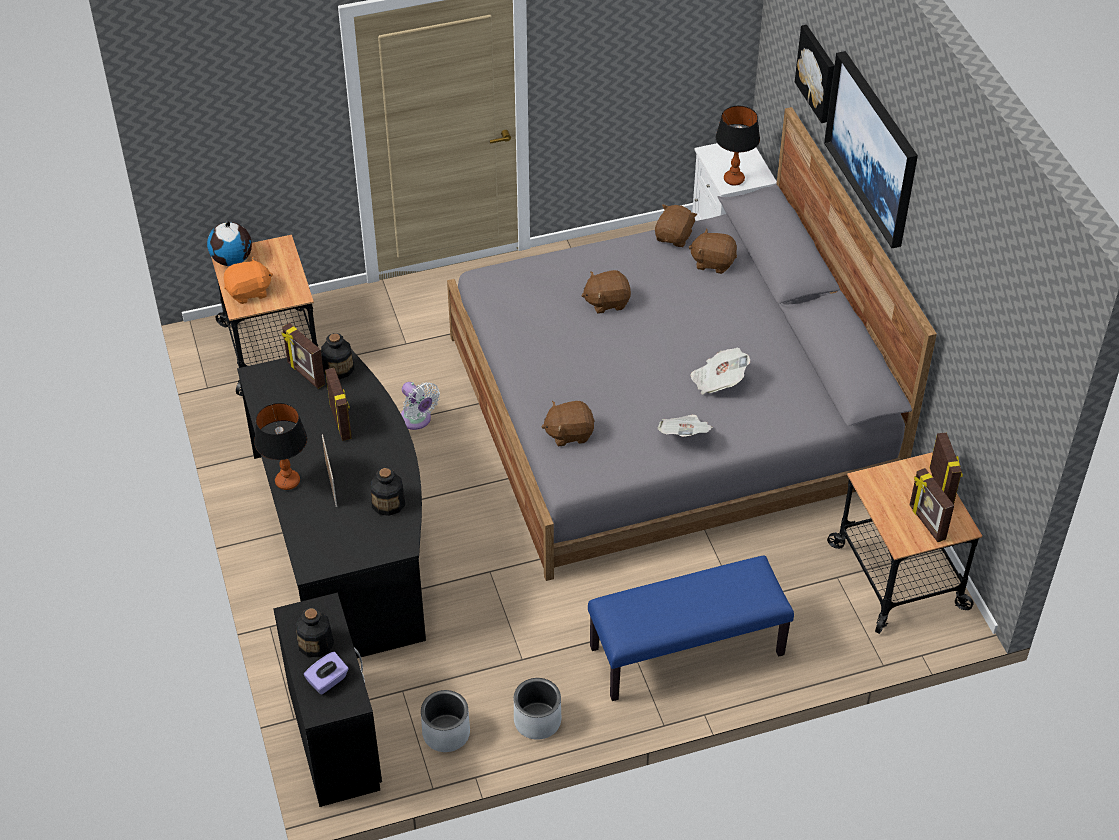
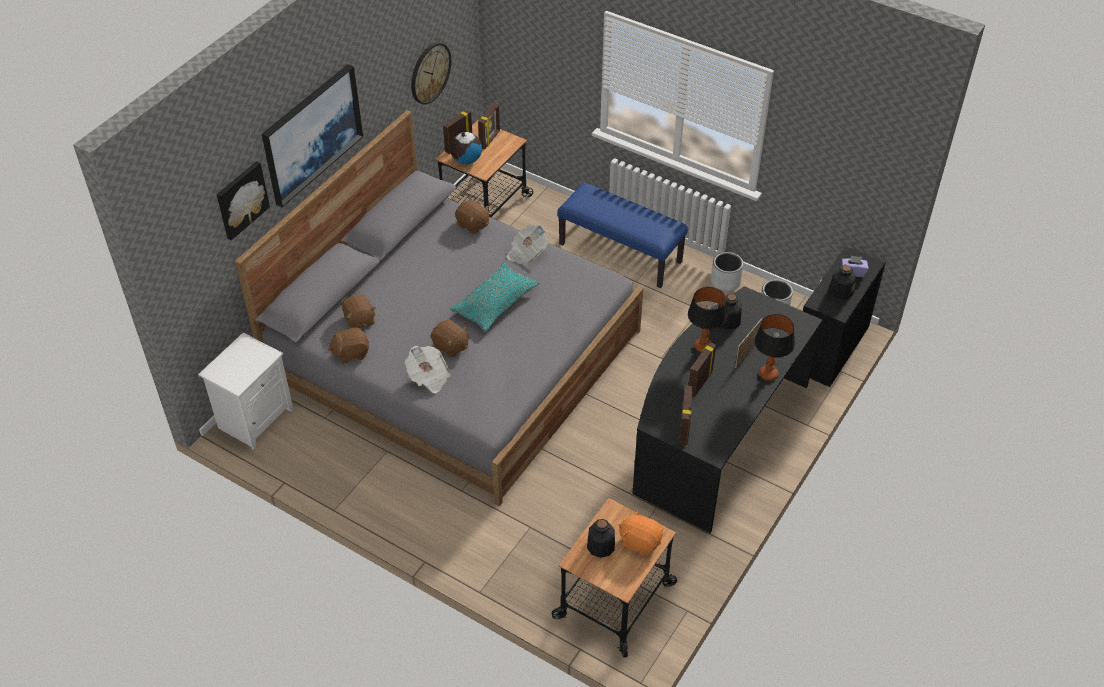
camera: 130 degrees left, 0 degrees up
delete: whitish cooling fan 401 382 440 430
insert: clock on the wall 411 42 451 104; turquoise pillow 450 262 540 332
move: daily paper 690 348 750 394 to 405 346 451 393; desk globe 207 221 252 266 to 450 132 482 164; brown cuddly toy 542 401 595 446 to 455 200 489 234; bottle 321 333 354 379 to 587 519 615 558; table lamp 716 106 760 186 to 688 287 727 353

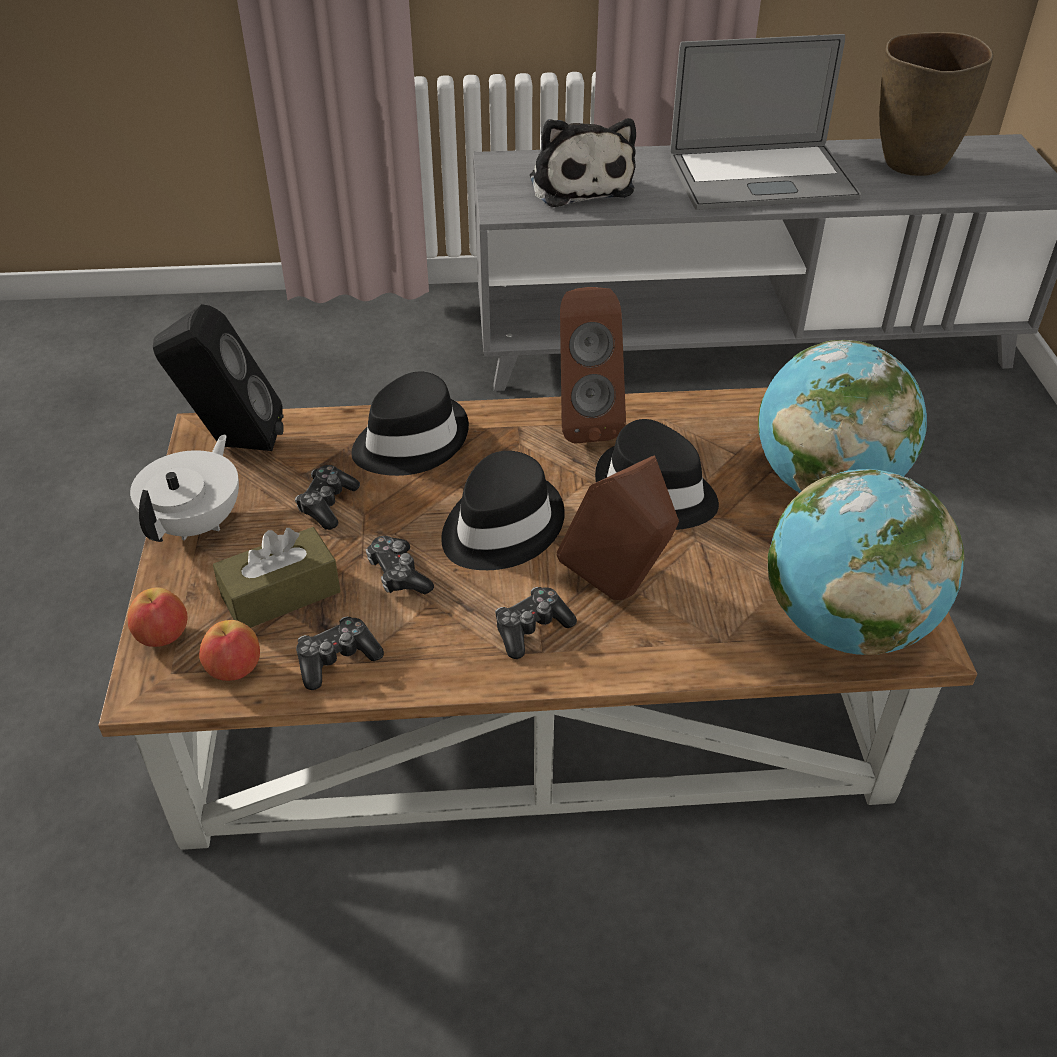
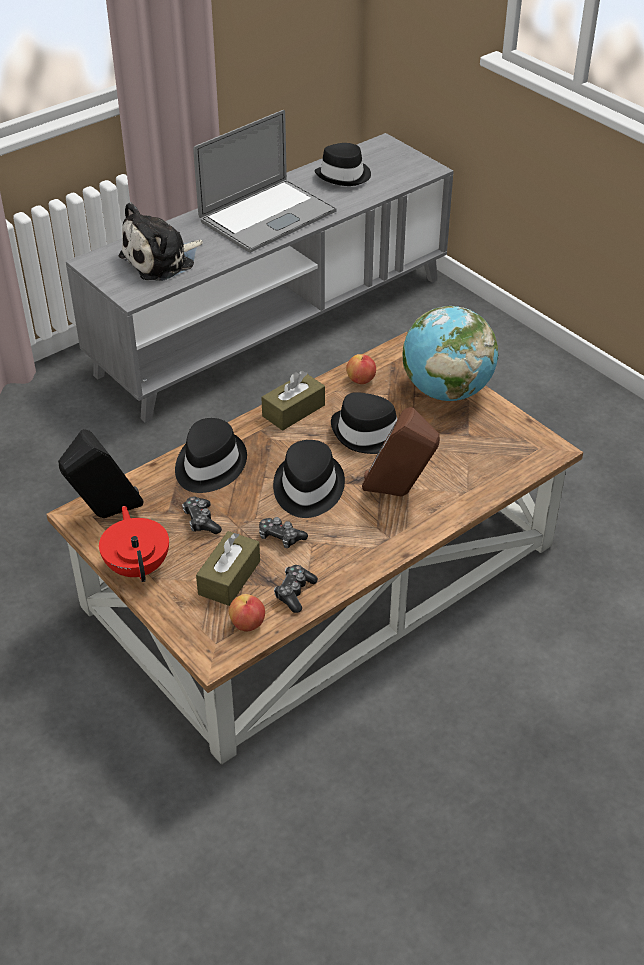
camera: 35 degrees left, 0 degrees up
delete: joypad 495 587 577 659; desk globe 768 469 965 655
move: apple 128 587 187 647 to 346 354 376 384
replace: brown audio speaker 560 287 626 444 to brown tissue box 261 370 325 431; brown decorative vase 879 32 993 176 to black-coloured wearable hat 314 143 371 186
recolor: whitish pot for tea 130 435 239 542 to reddish pot for tea 99 506 169 582
rotate: cuddly toy 530 118 636 207 = 119 202 203 281 105 degrees clockwise

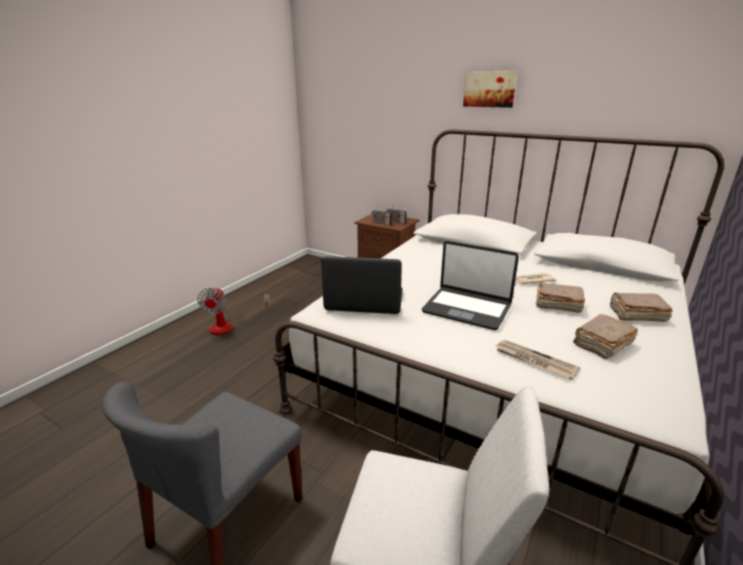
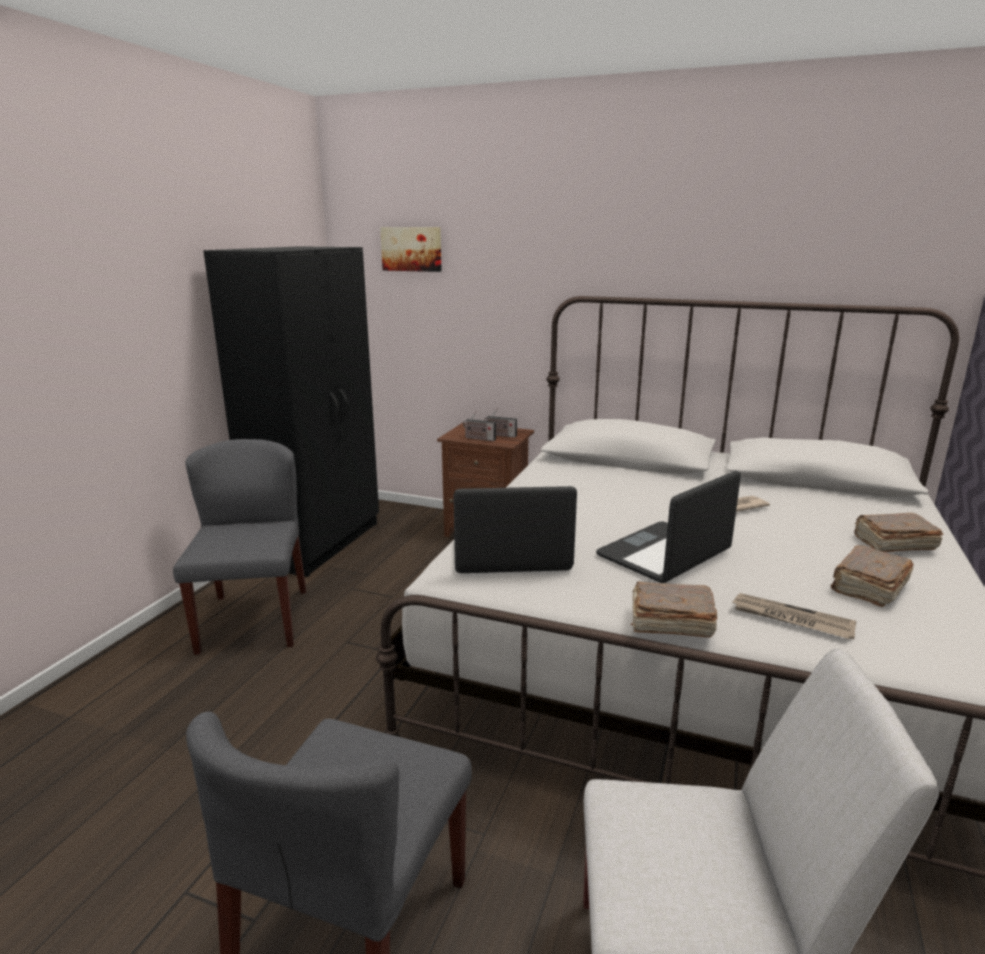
camera: 10 degrees left, 5 degrees down
insert: black-coloured armoire 203 246 379 577
move: wall picture 463 71 517 108 to 380 227 442 272; brown book 535 282 585 313 to 631 581 717 637
replace: cooling fan 197 287 270 335 to gray chair 173 439 306 655
rotate: notebook computer 422 241 519 330 = 596 470 741 583 120 degrees clockwise

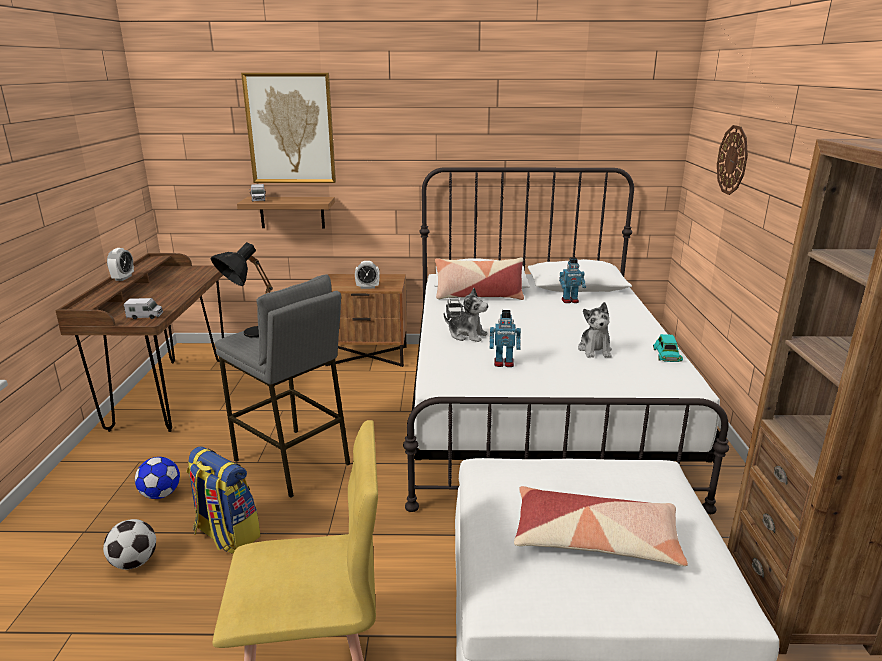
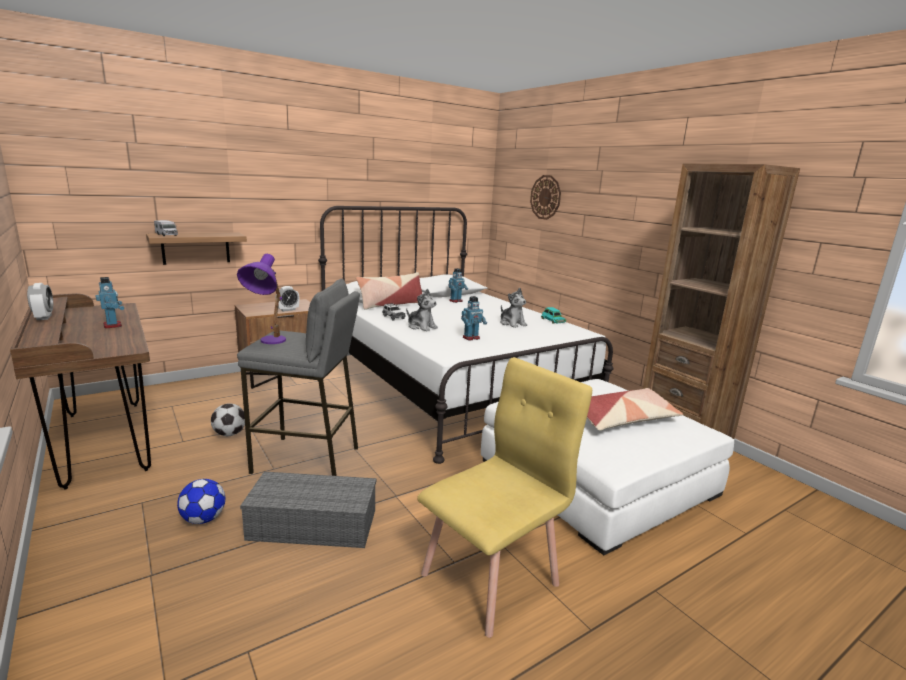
camera: 35 degrees left, 5 degrees down
delete: model truck 124 298 163 319; wall picture 241 73 336 183
insert: robot figure 96 277 124 328
move: football ball 103 519 156 570 to 211 403 245 436
replace: rucksack 186 447 261 554 to gray storage bin 240 472 376 548
recolor: black-coloured table lamp 210 242 273 338 to purplish table lamp 237 254 286 344
rotate: cuddly toy 444 288 488 342 = 406 289 438 331 45 degrees clockwise

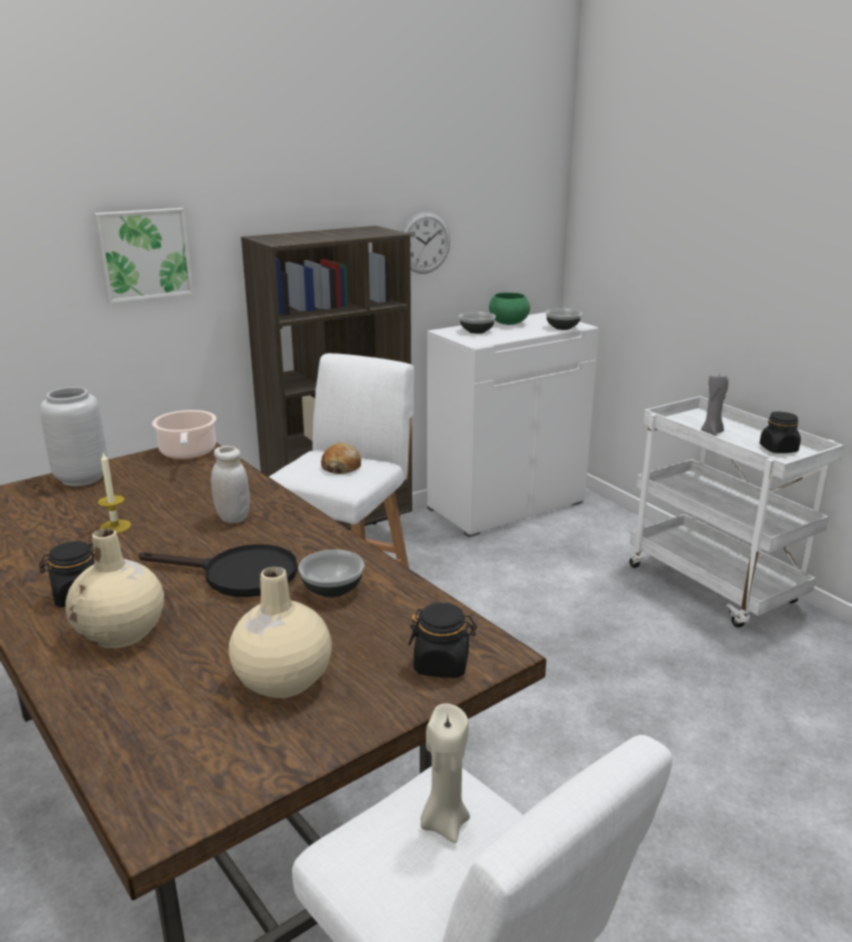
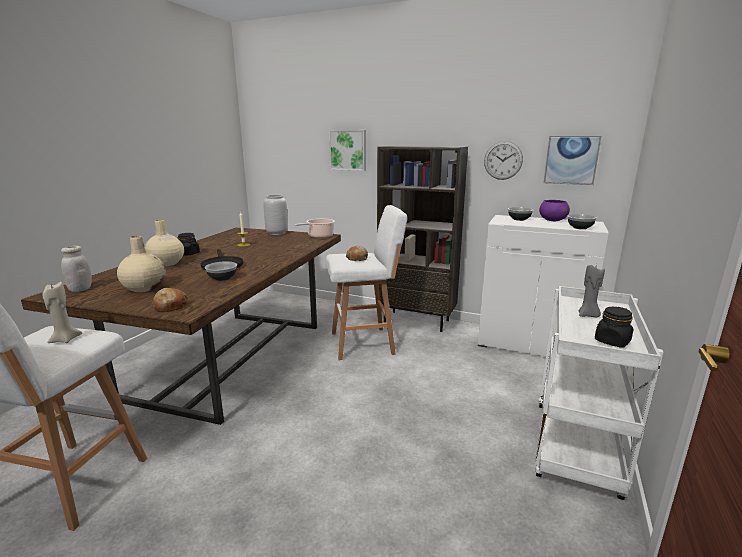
camera: 55 degrees right, 5 degrees down
insert: wall picture 544 136 601 185
move: whitish preserve jar 211 446 250 523 to 61 246 92 292
replace: black-coloured preserve jar 408 603 477 678 to bakery bread 153 288 188 312
recolor: green-coloured deep dish 489 292 530 325 to purplish deep dish 539 200 570 221

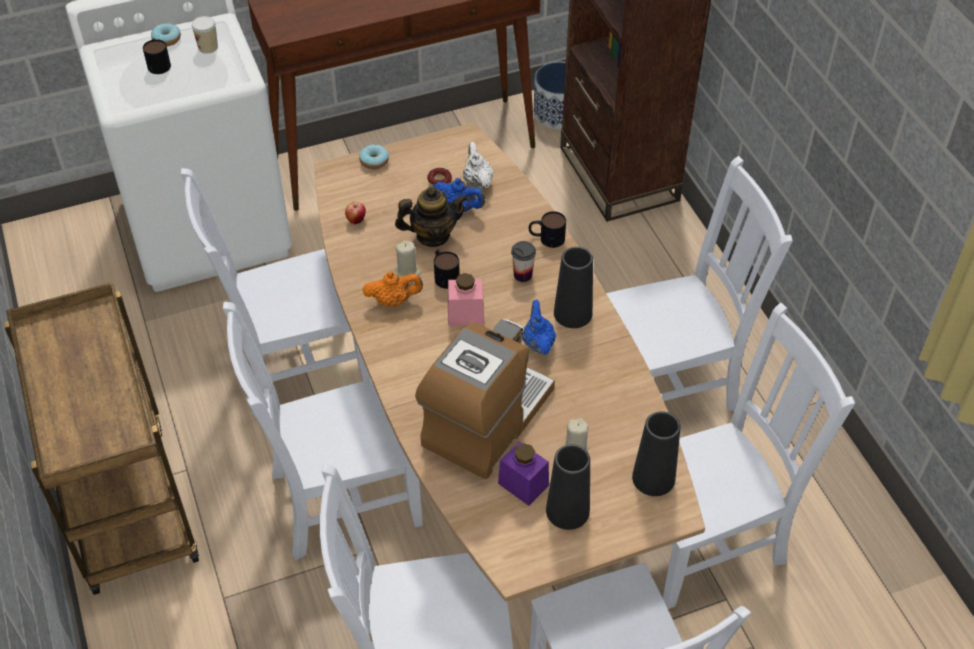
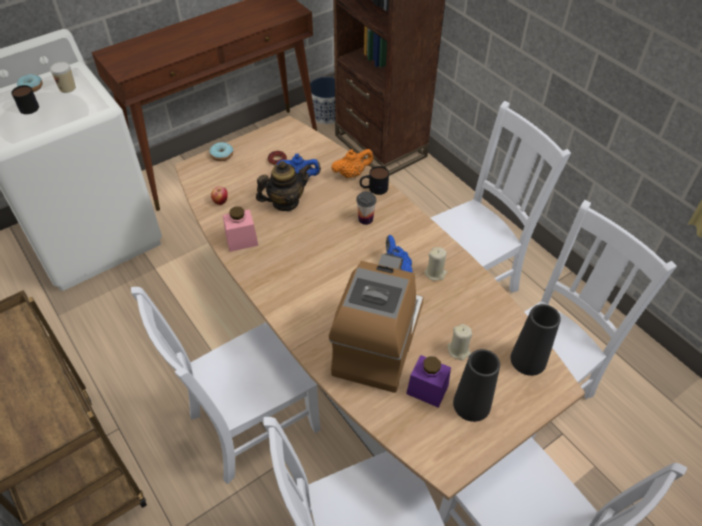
camera: 15 degrees left, 0 degrees up
delete: whitish chair 181 168 371 418; mug 434 250 460 289; whitish pot for tea 463 142 493 189; black-coloured decorative vase 554 247 593 328
move: pink preserve jar 448 273 485 326 to 223 206 258 252; orange-coloured pot for tea 362 271 423 307 to 331 149 374 178; sand-coloured wax light 395 240 421 277 to 424 247 447 281

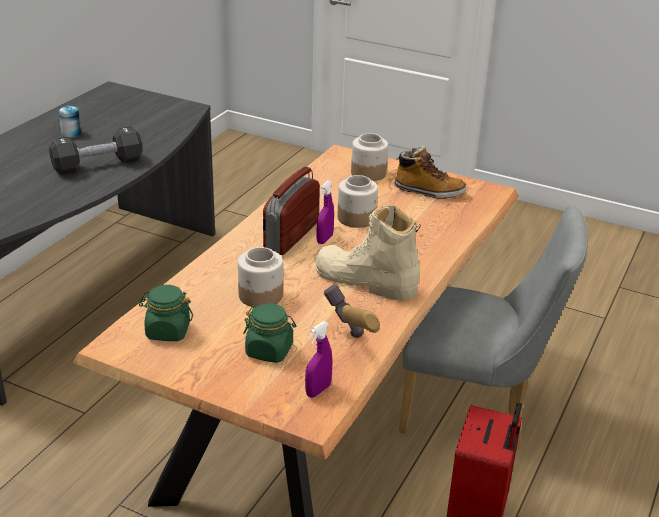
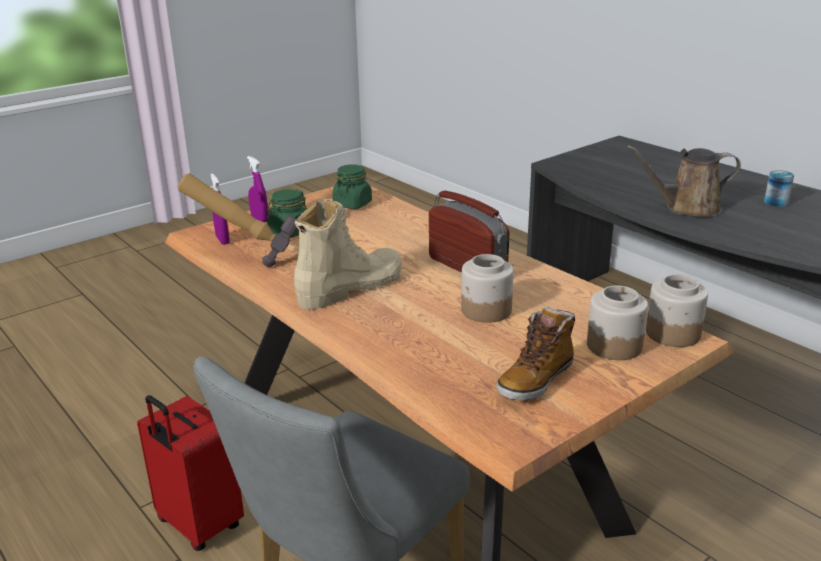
camera: 115 degrees right, 5 degrees down
move: purplish sprayer 317 180 334 244 to 247 156 269 222; preserve jar 238 247 283 307 to 646 274 708 347
replace: black-coloured free weight 49 126 143 175 to brown watering pot 626 145 741 217

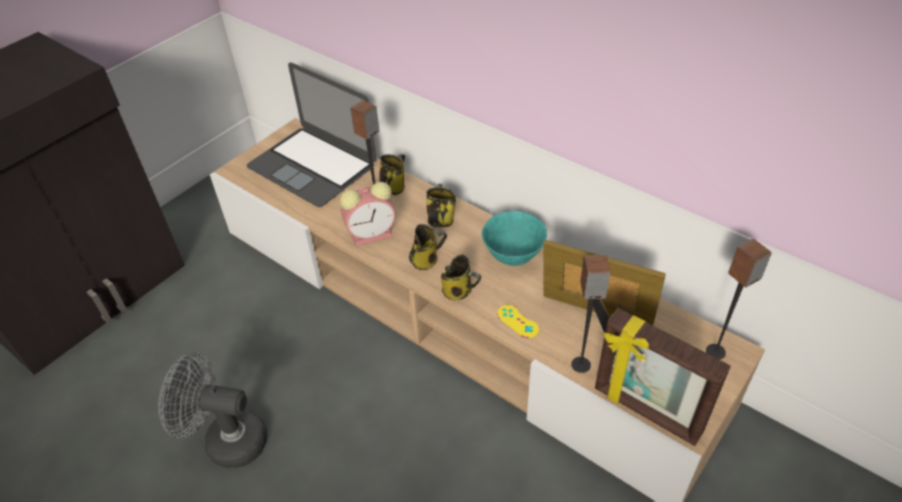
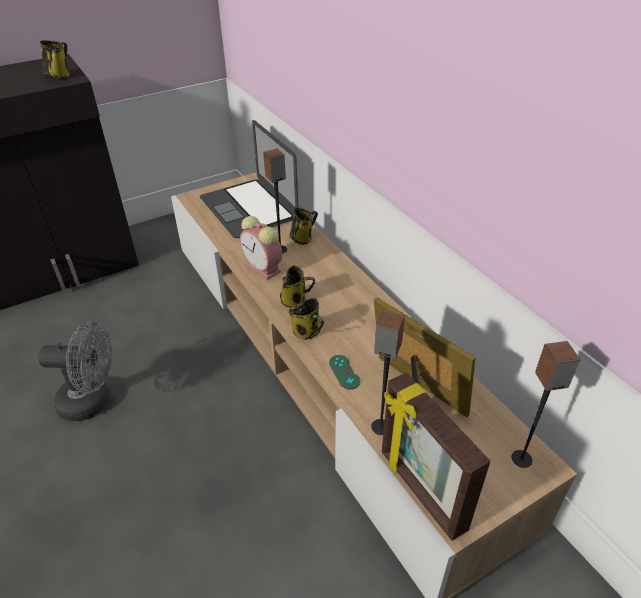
camera: 20 degrees right, 5 degrees down
delete: turquoise deep dish 482 211 547 266
move: mug 427 184 456 227 to 40 40 70 79
recolor: yellow-coloured joypad 497 305 539 338 to green-coloured joypad 329 355 360 389
rotate: gray cooling fan 158 353 268 468 = 38 321 112 421 150 degrees clockwise; alarm clock 340 182 396 246 = 240 216 282 280 45 degrees clockwise

